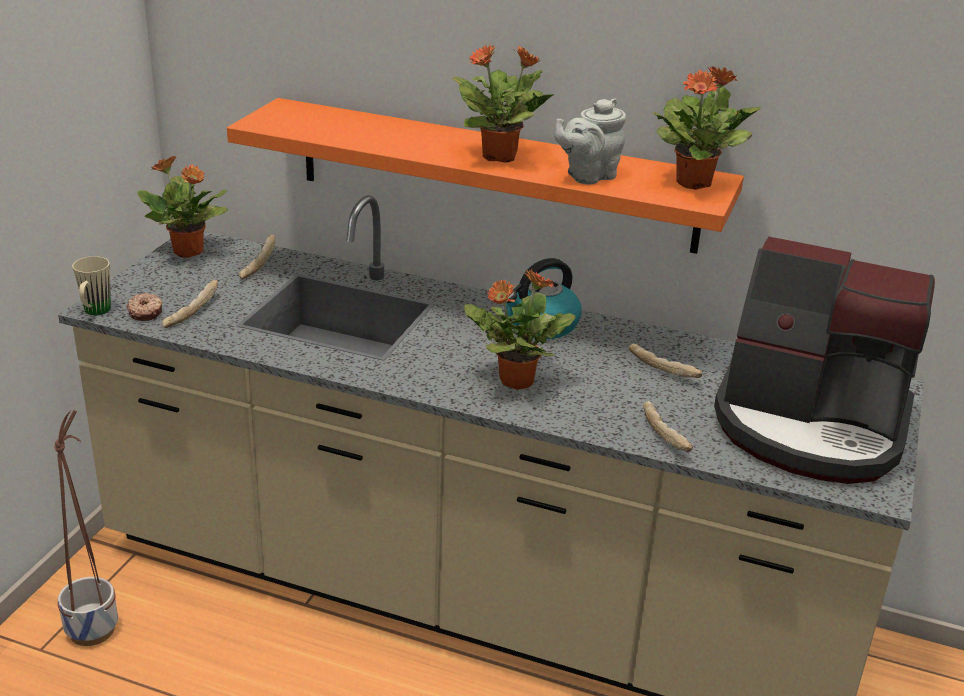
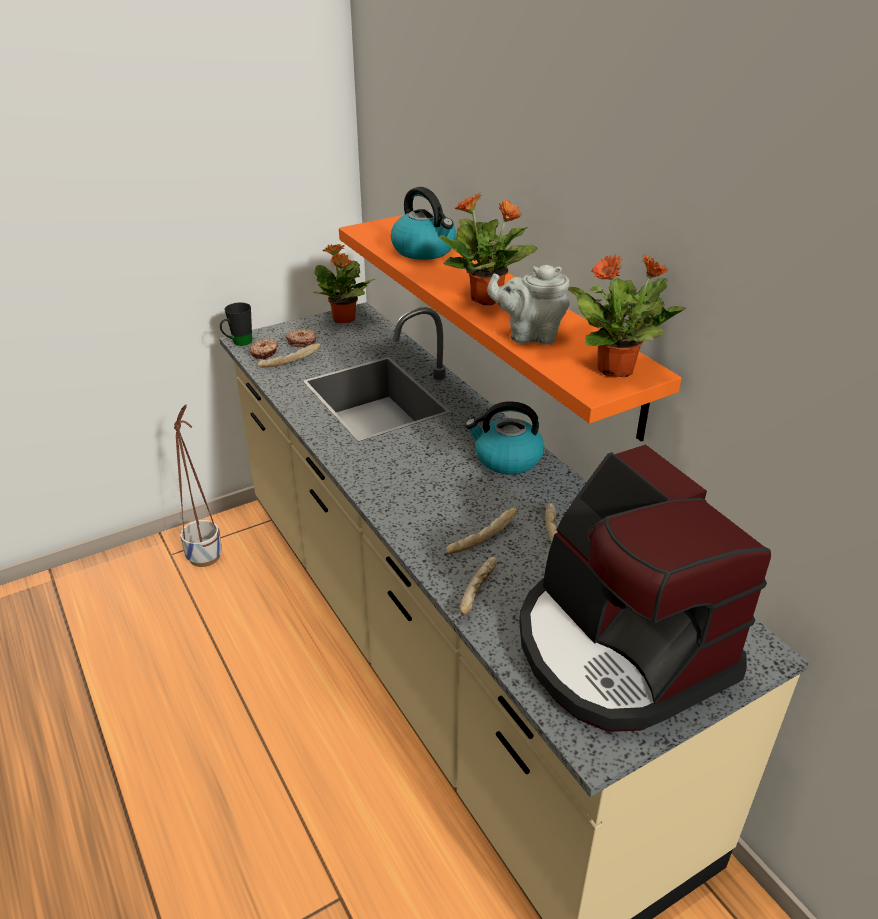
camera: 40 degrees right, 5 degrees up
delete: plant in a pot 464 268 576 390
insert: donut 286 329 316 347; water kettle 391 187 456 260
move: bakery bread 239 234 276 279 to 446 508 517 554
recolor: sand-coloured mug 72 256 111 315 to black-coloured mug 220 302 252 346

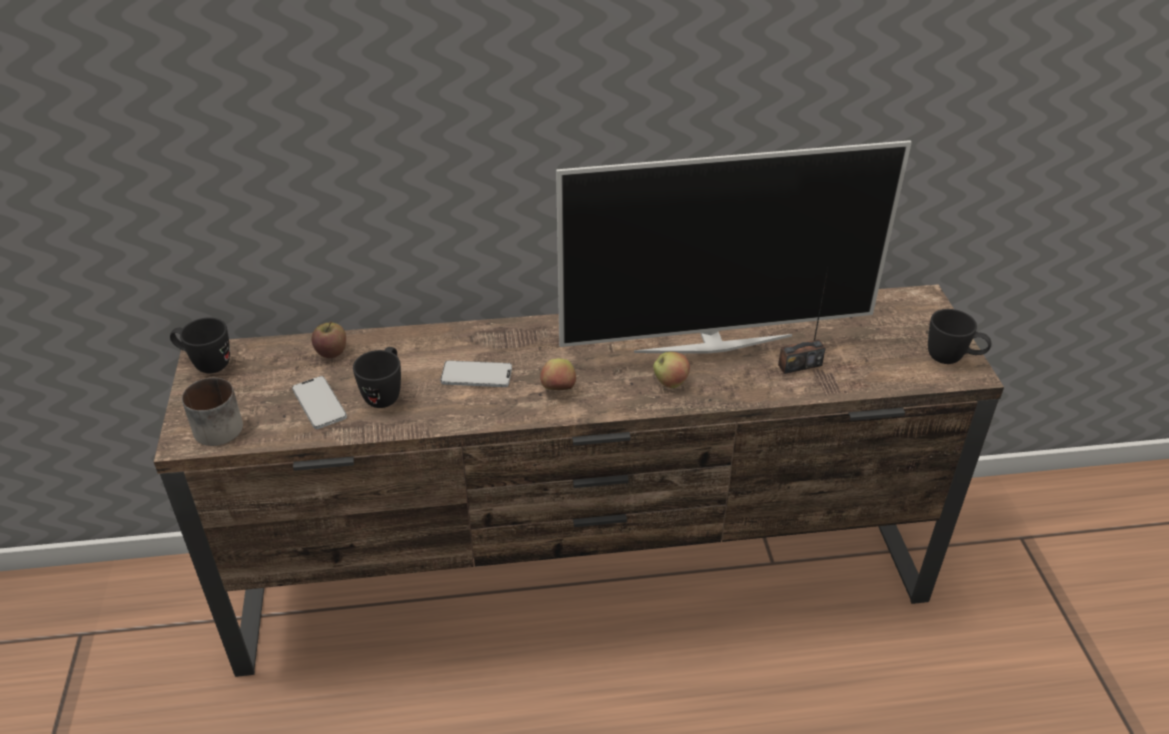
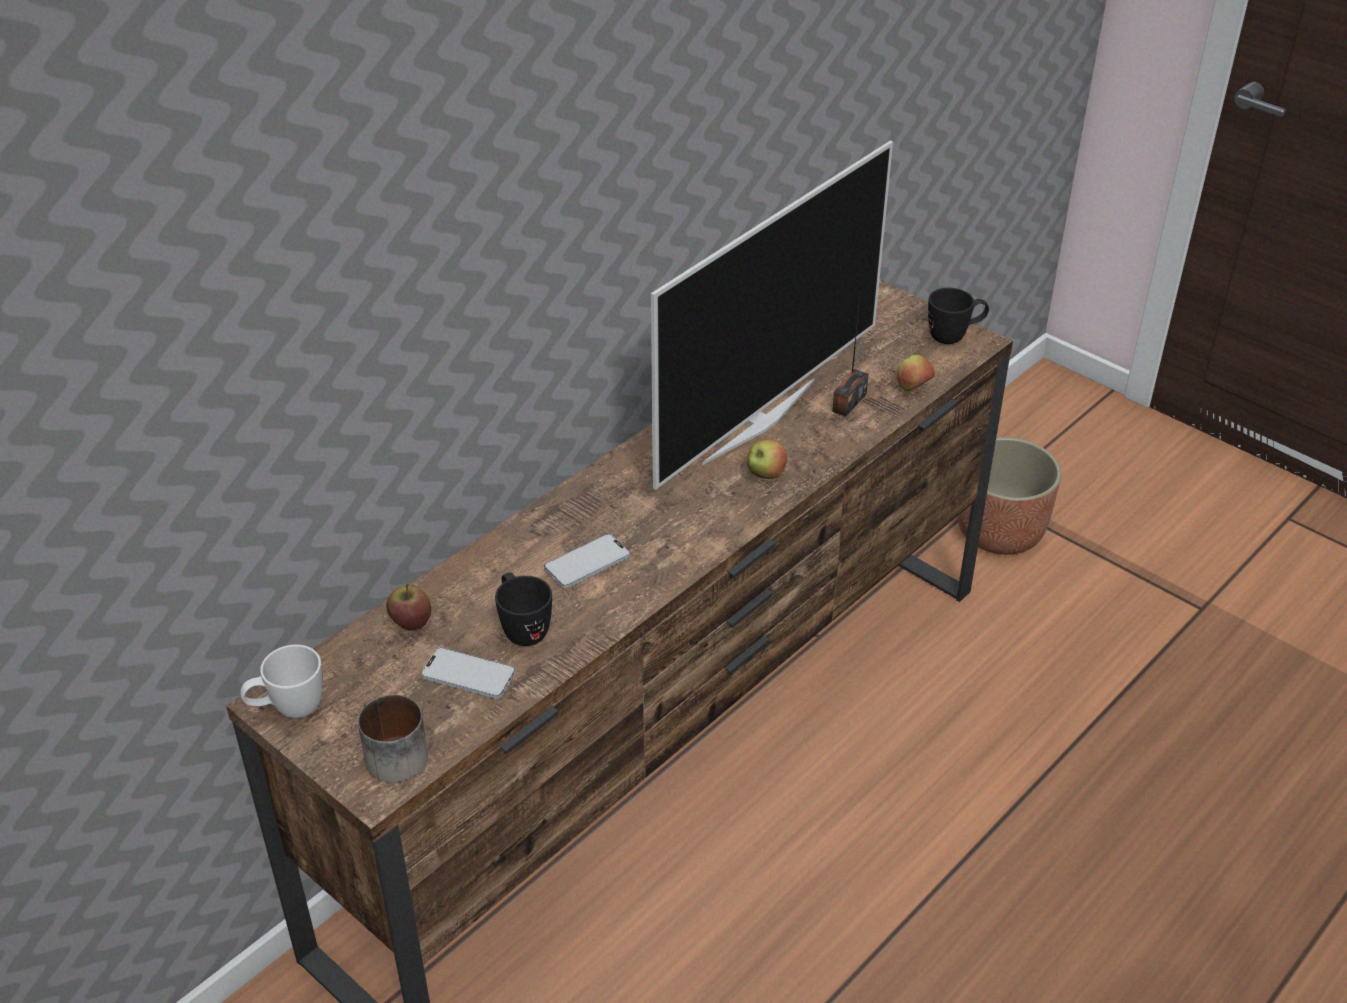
camera: 40 degrees left, 0 degrees up
insert: planter 957 437 1061 555
move: apple 540 358 576 390 to 897 355 935 391
recolor: black-coloured mug 170 317 230 373 to whitish mug 240 645 323 718

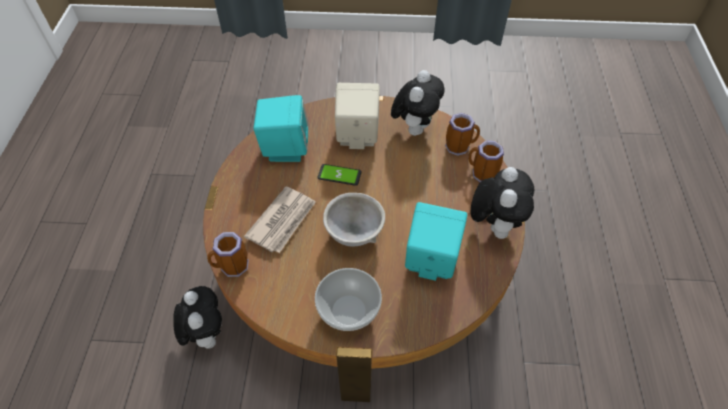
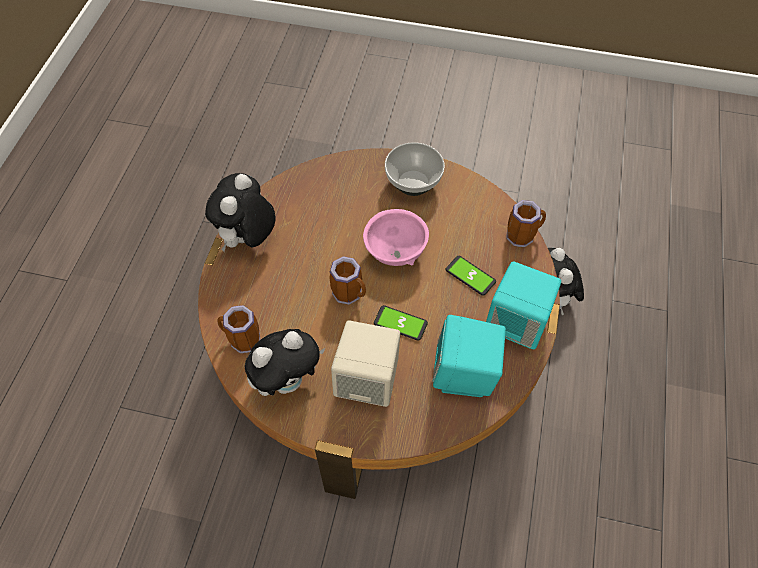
camera: 170 degrees left, 5 degrees up
move: mug 468 141 504 182 to 329 256 366 305; turquoise audio speaker 405 202 467 281 to 486 261 561 349
replace: daily paper 244 187 316 253 to telephone 446 256 496 296
recolor: gray deep dish 323 193 385 247 to pink deep dish 363 209 429 266
rotate: cuddly toy 391 70 444 136 = 245 329 325 396 150 degrees counterclockwise

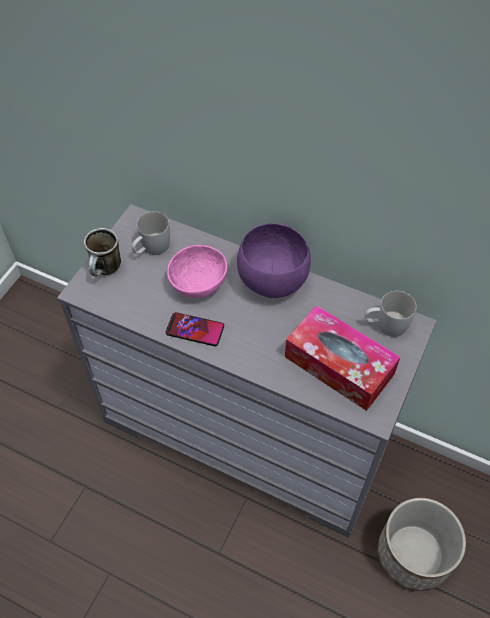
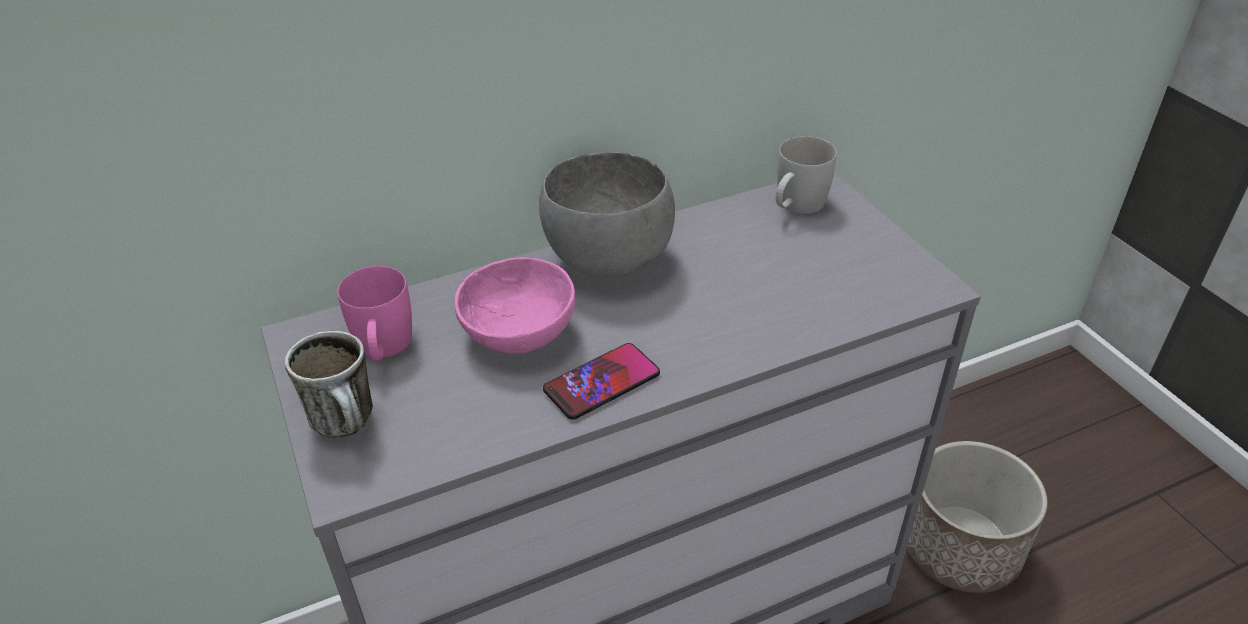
camera: 50 degrees left, 15 degrees down
delete: tissue box 285 305 400 411
recolor: whitish mug 132 211 170 255 to pink mug 337 266 412 361; purplish deep dish 237 223 311 298 to gray deep dish 539 152 675 278

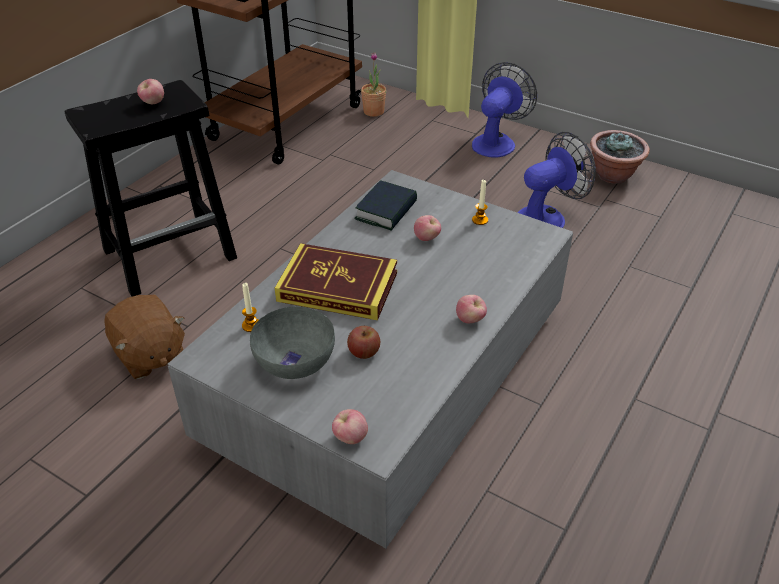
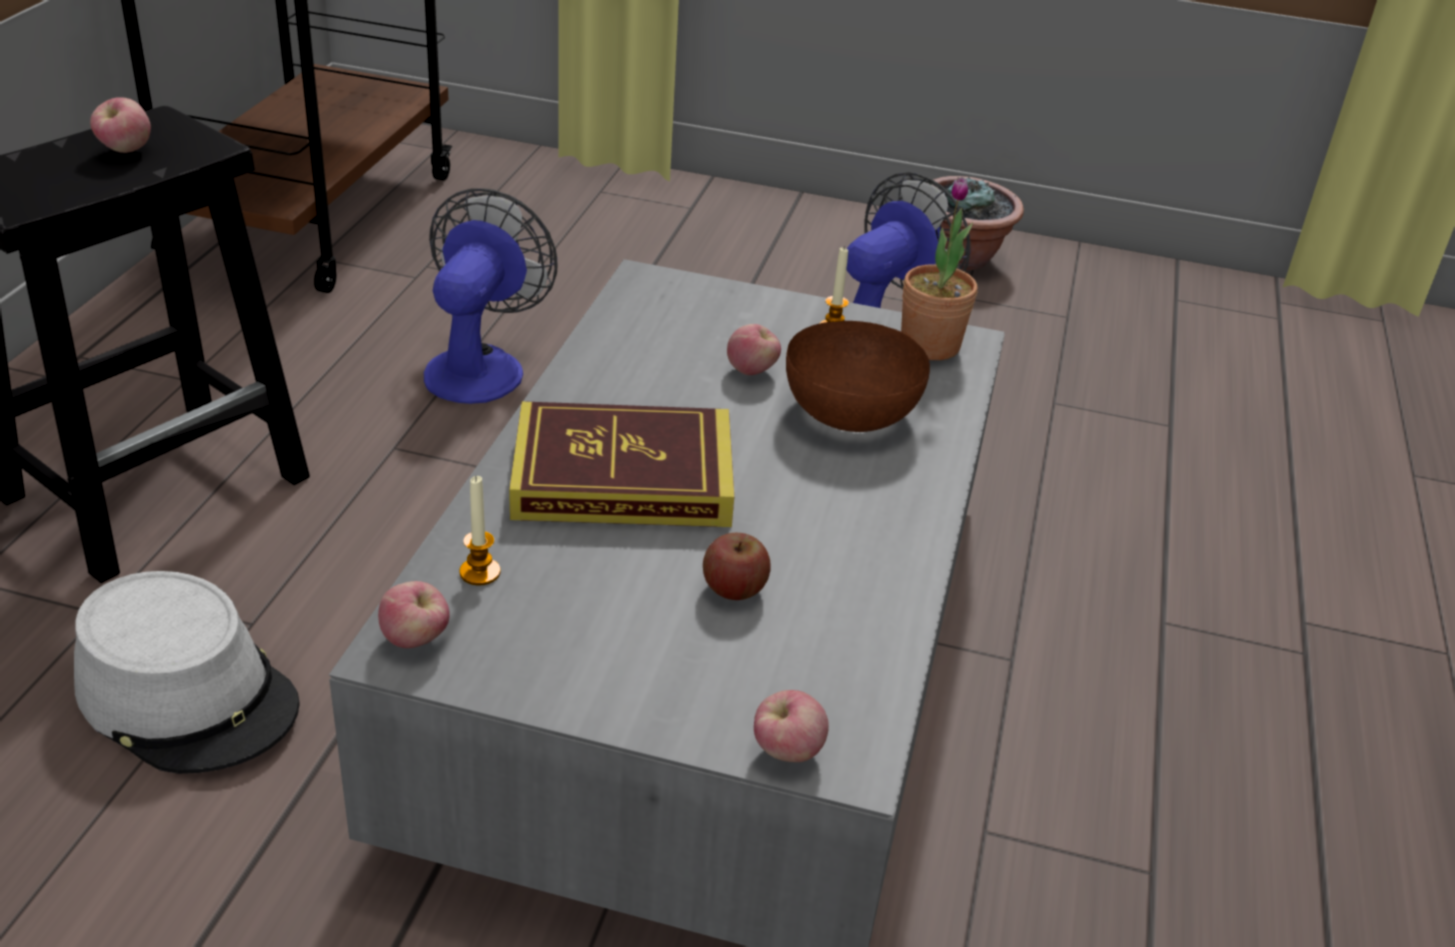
camera: 20 degrees left, 5 degrees down
delete: gray deep dish 250 307 335 379; book 354 180 417 231
insert: brown deep dish 786 321 930 432
move: apple 456 295 487 323 to 378 581 450 648; cooling fan 472 62 537 158 to 424 188 558 404; plant in a pot 361 52 386 117 to 901 177 978 360
replace: brown cuddly toy 104 294 185 379 to gray wearable hat 74 571 300 774

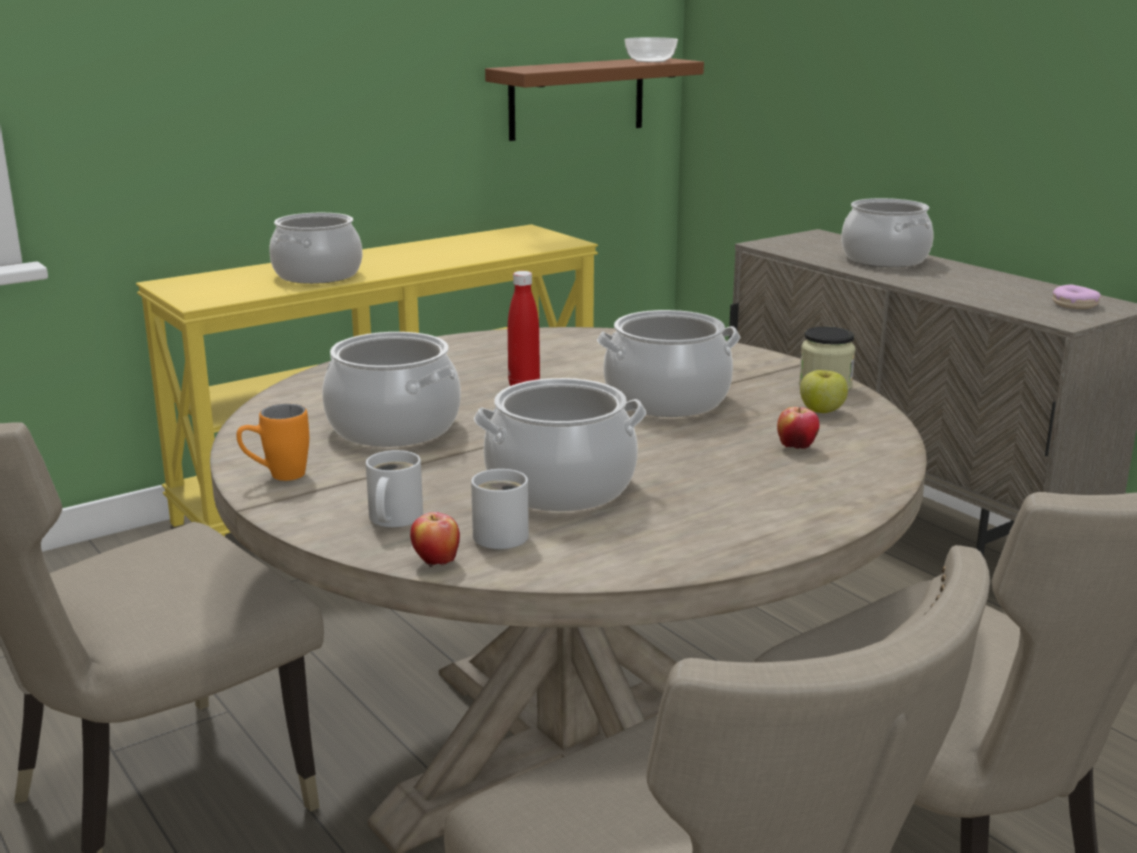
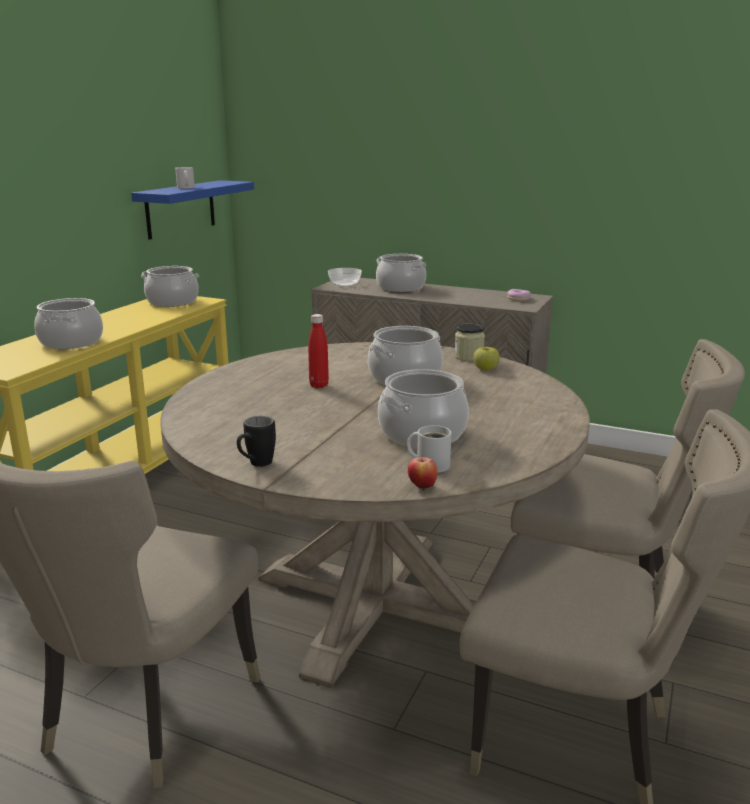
camera: 30 degrees left, 0 degrees up
delete: apple 777 407 819 449
move: cooking pot 322 332 461 447 to 141 266 199 307; whitish mug 366 450 423 527 to 175 167 195 189; deep dish 624 37 678 62 to 328 268 362 286
recolor: brown shelf 485 58 704 141 to bluish shelf 131 180 254 240; orange-coloured mug 237 404 309 481 to black-coloured mug 237 416 276 467

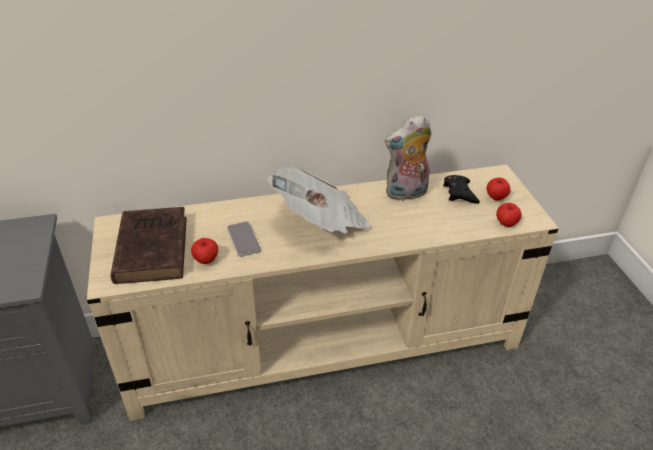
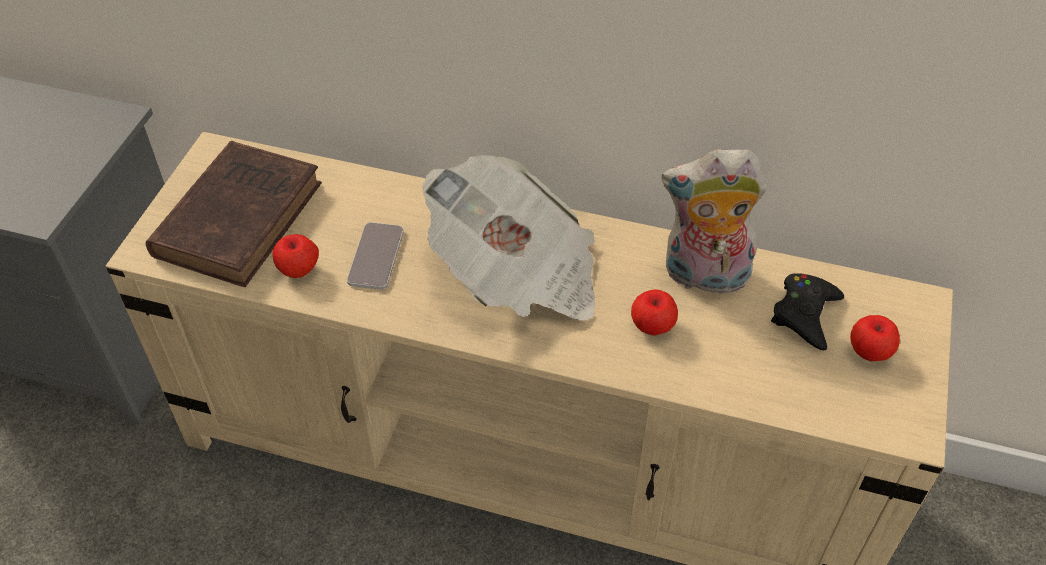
camera: 30 degrees right, 10 degrees up
move: apple 496 203 522 227 to 631 289 678 336

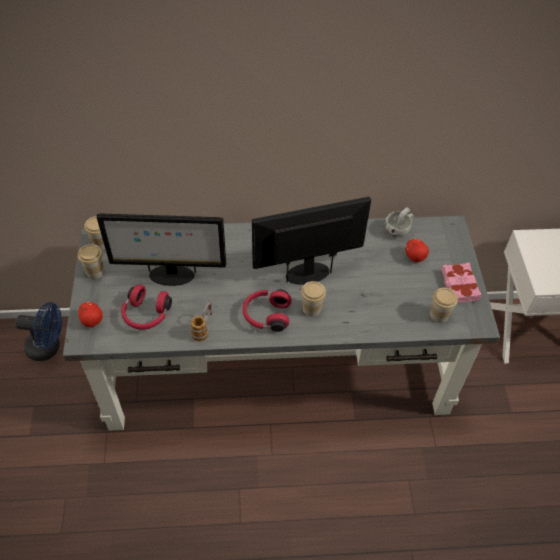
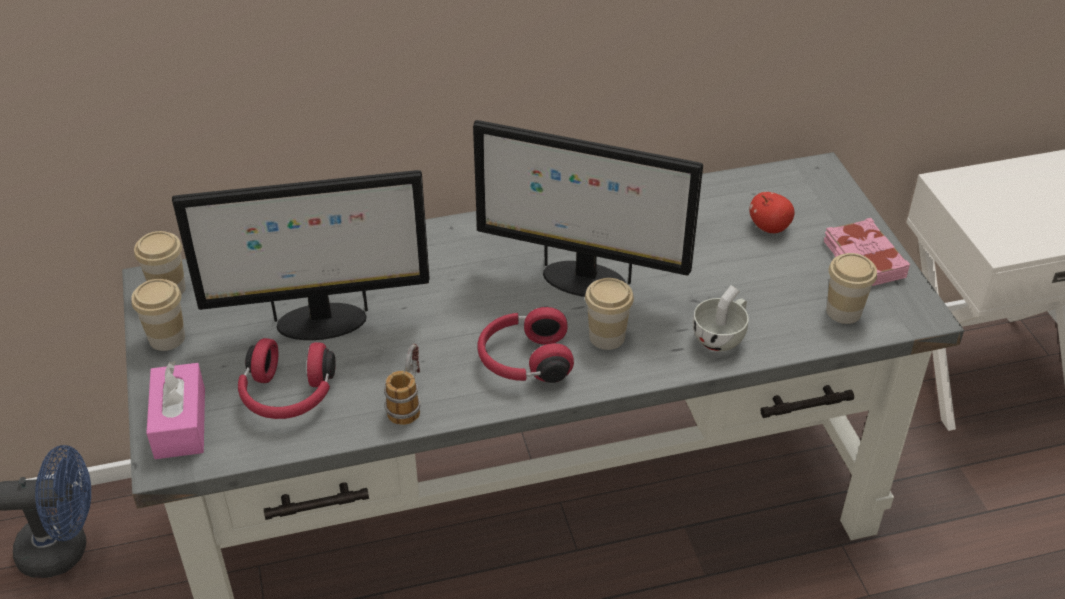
camera: 10 degrees left, 10 degrees down
move: whitish drinking cup 385 207 414 237 to 693 285 749 351
replace: apple 78 302 103 327 to pink tissue box 146 361 205 459
rotate: computer screen 252 197 371 285 = 473 120 703 297 135 degrees counterclockwise

